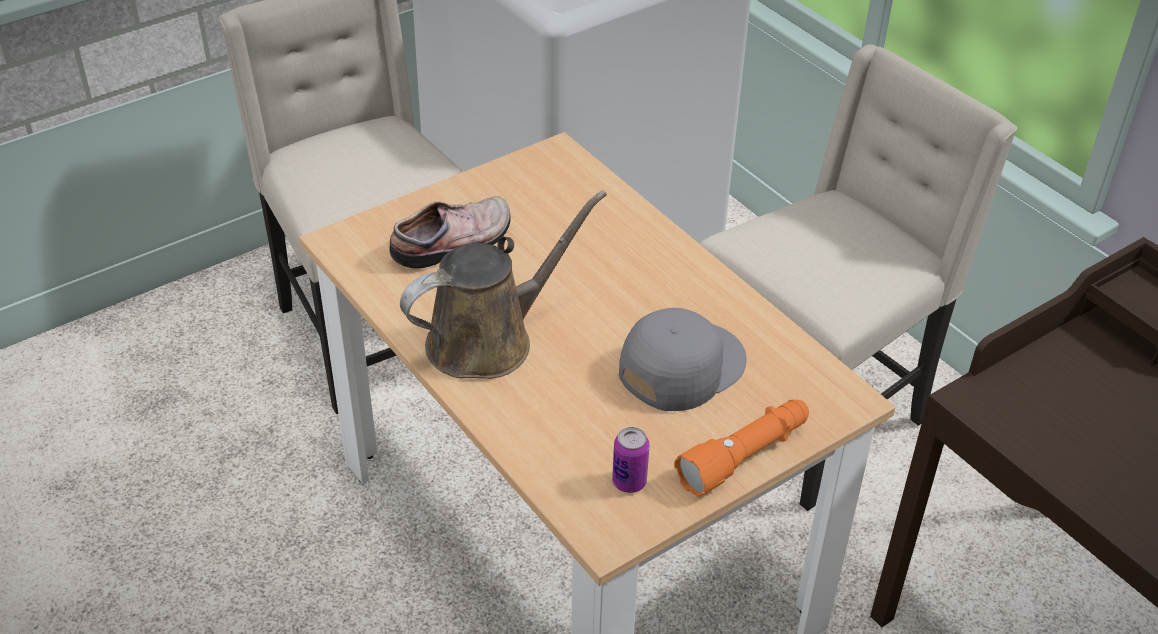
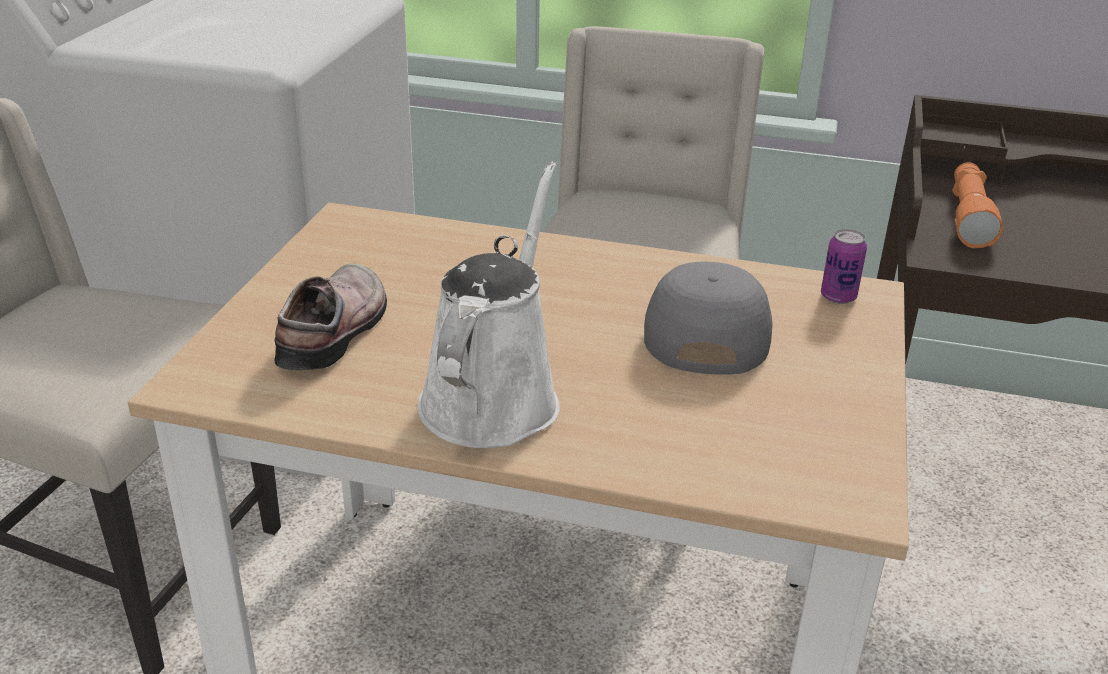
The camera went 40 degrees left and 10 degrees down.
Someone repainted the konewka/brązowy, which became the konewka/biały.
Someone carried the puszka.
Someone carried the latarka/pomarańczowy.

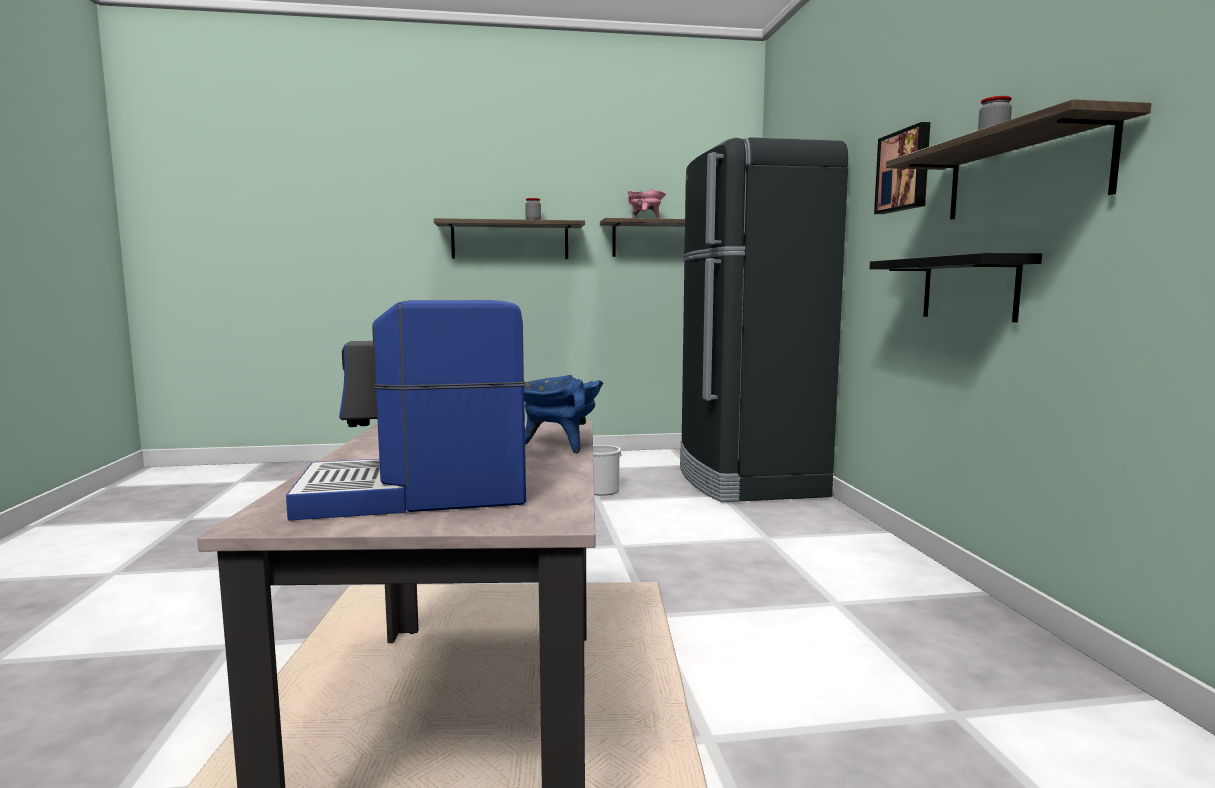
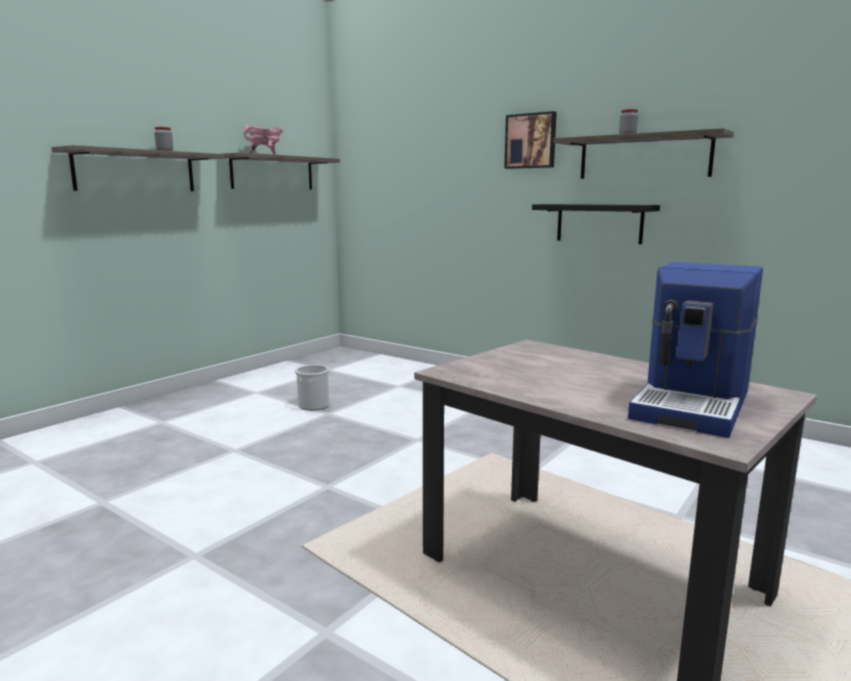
The camera went 45 degrees left and 5 degrees up.
Someone took away the garnek/niebieski.
Someone took away the lodówka/czarny.

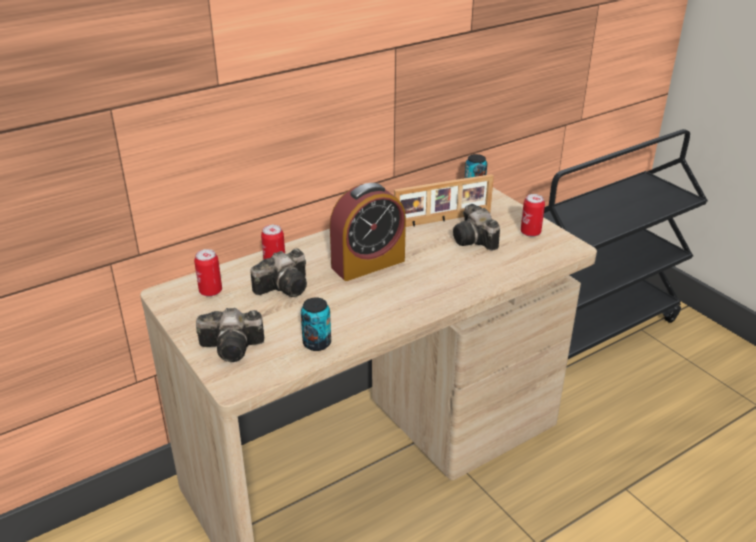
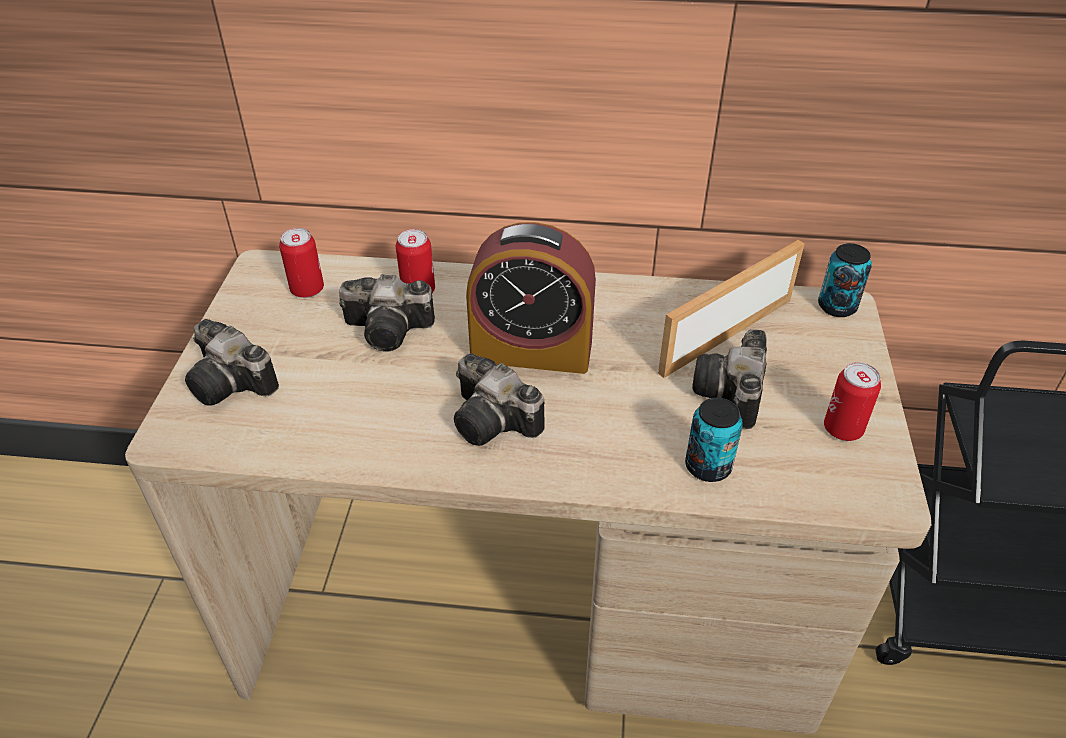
The camera went 40 degrees right and 10 degrees up.
Someone put down the aparat fotograficzny (3rd from left).
Someone rotated the ramka na zdjęcie by 120 degrees clockwise.
Someone carried the puszka (3rd from left).

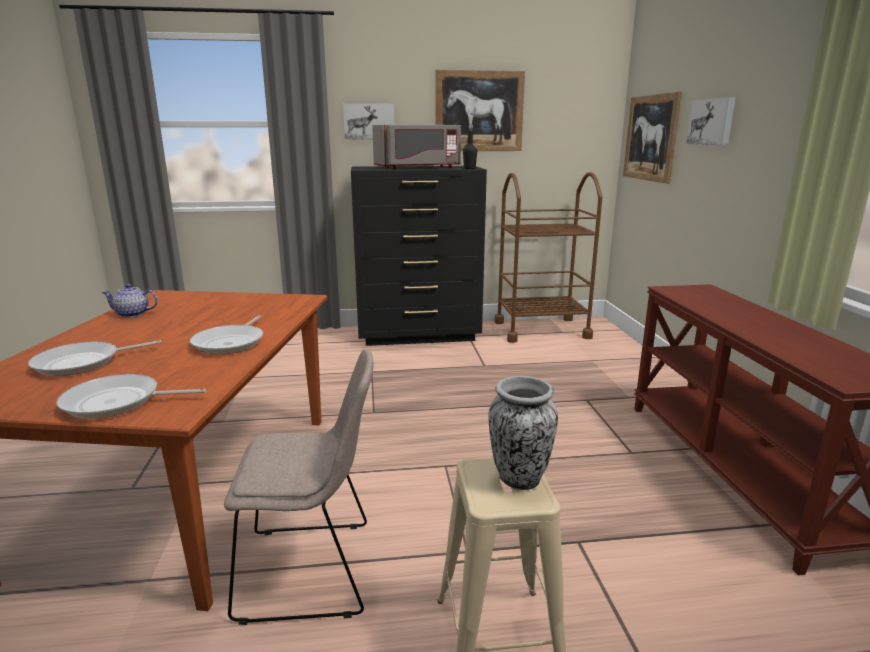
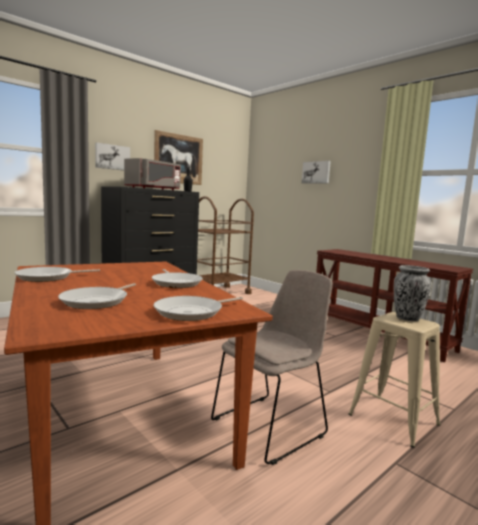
The camera went 35 degrees left and 10 degrees down.
Someone swapped the imbryk for the patelnia (1st from left).
Someone took away the obraz (3rd from left).

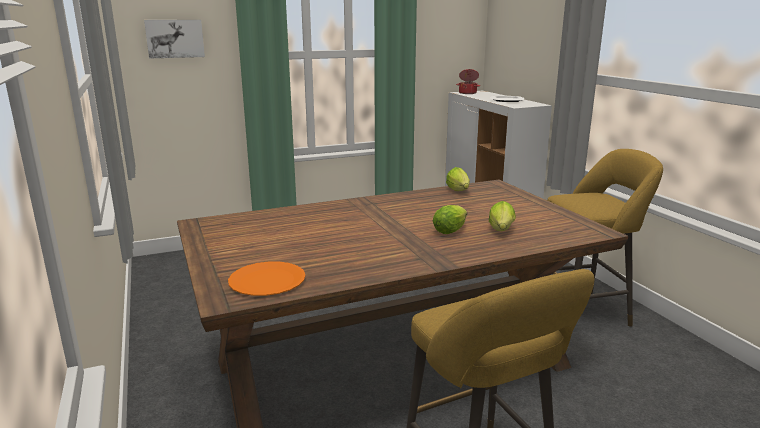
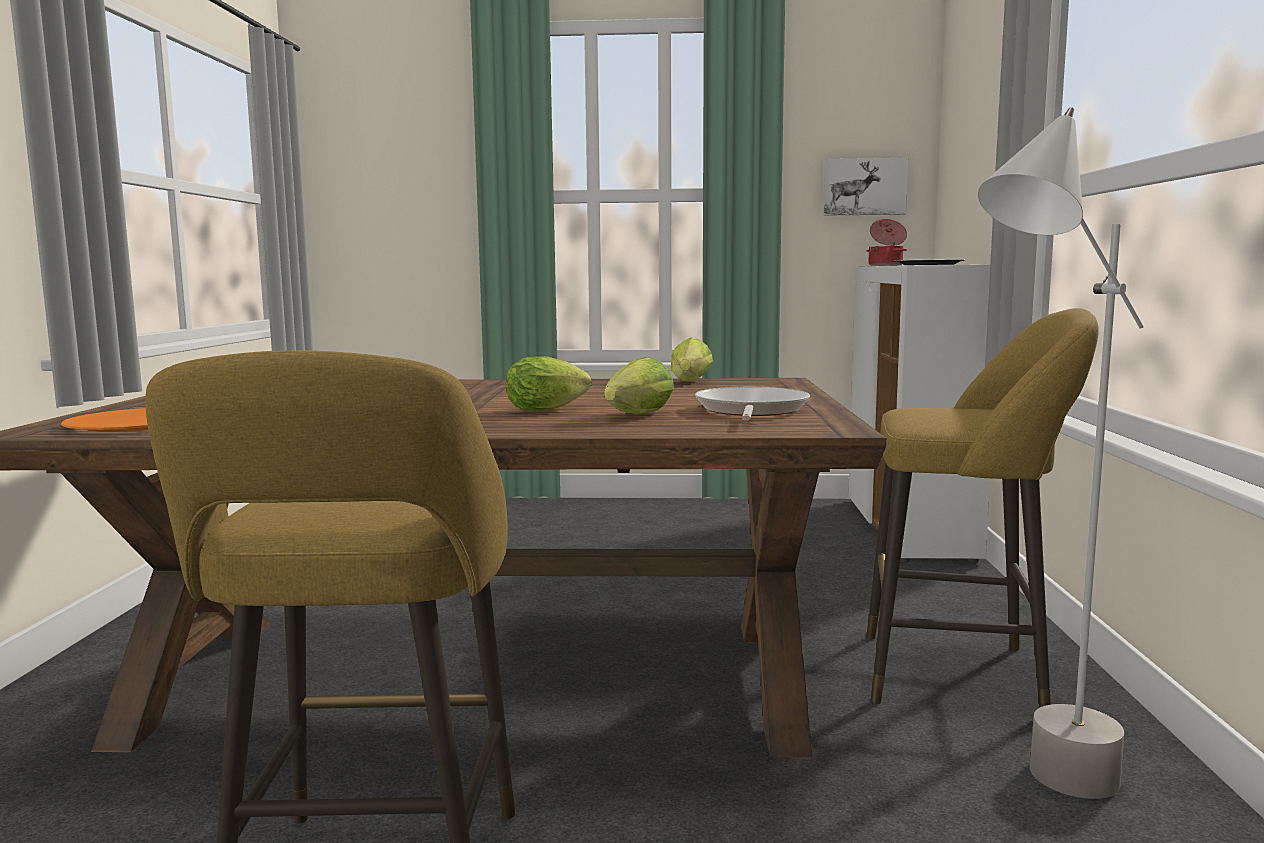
The camera went 25 degrees right and 10 degrees down.
Someone put down the patelnia.
Someone carried the obraz.
Someone put down the lampa stojąca/szary.

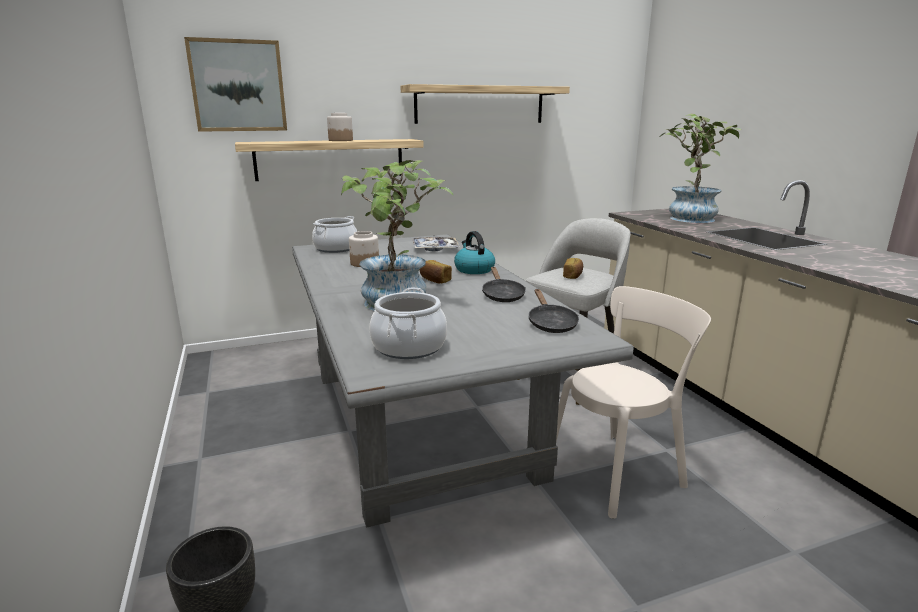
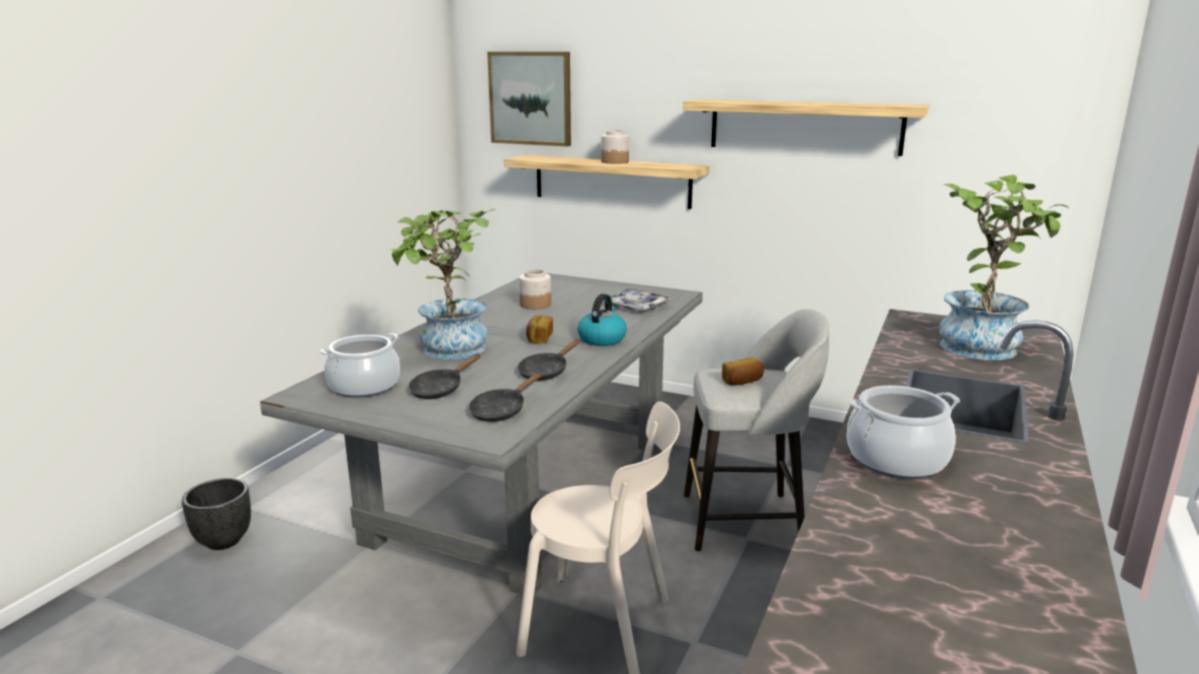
The camera went 45 degrees right and 0 degrees up.
Someone put down the patelnia/czarny (1st from left).
Someone carried the garnek (1st from left in the first image).

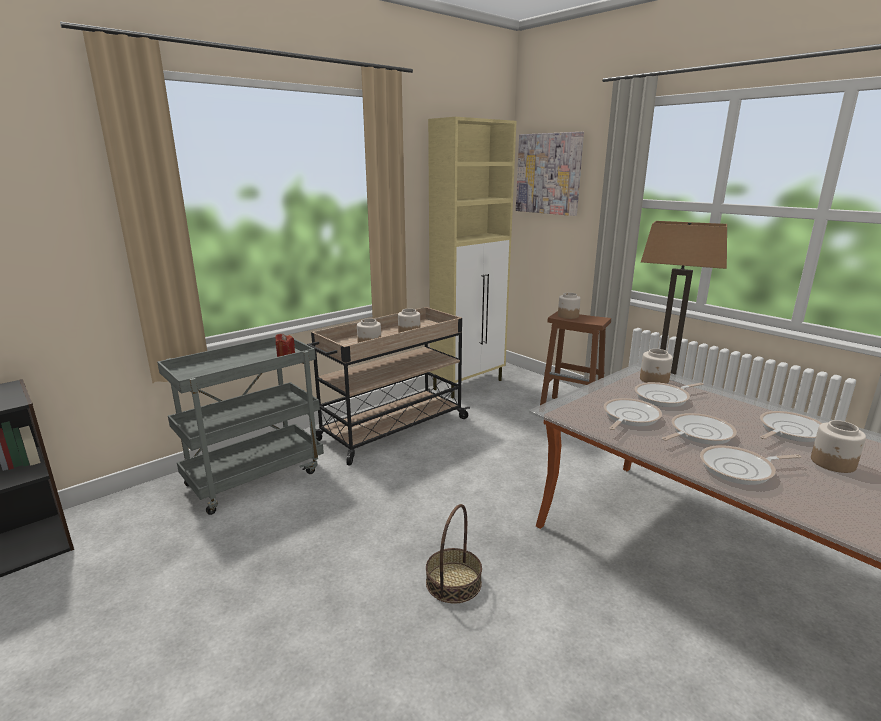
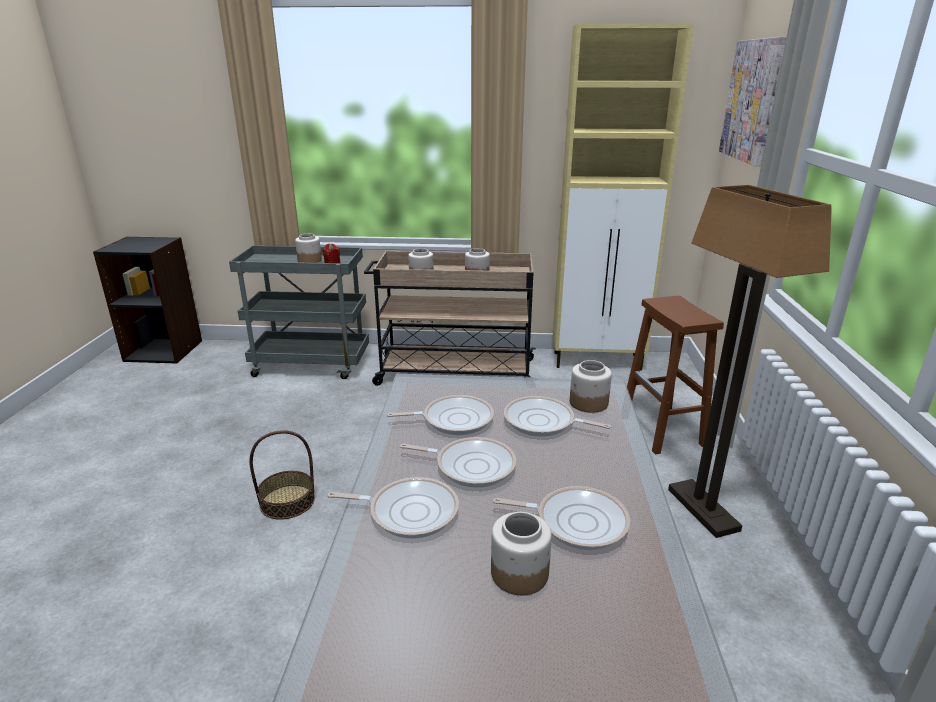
The camera went 45 degrees right and 5 degrees up.
Someone carried the słoik (3rd from left in the first image).
Someone rotated the patelnia (4th from left in the first image) by 150 degrees clockwise.

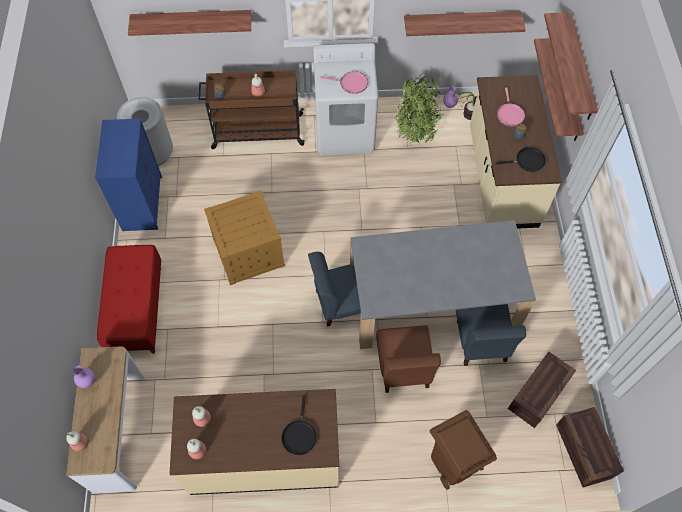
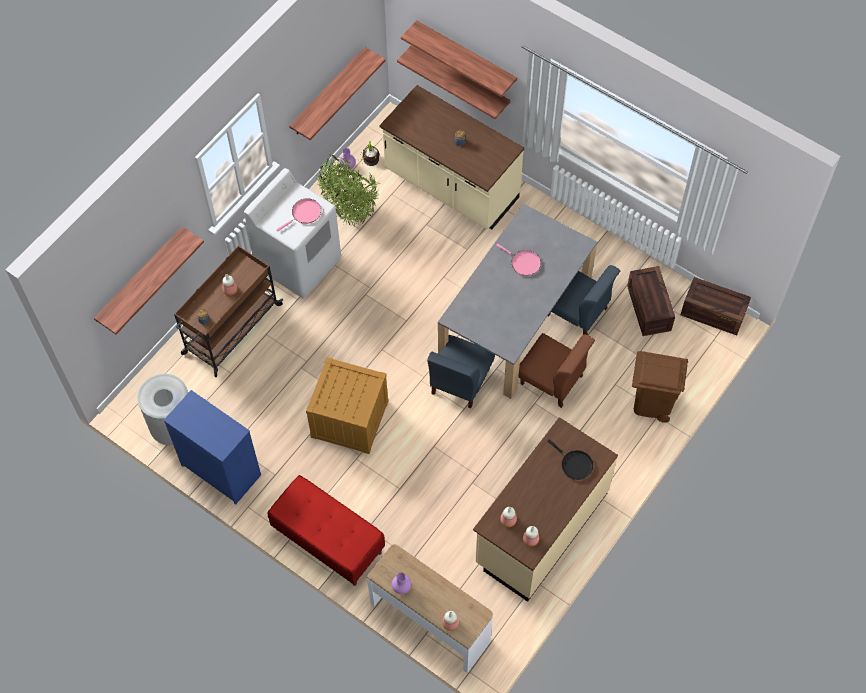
The camera went 50 degrees left and 0 degrees up.
Someone carried the patelnia/różowy (2nd from left).
Someone took away the patelnia/czarny (2nd from left).

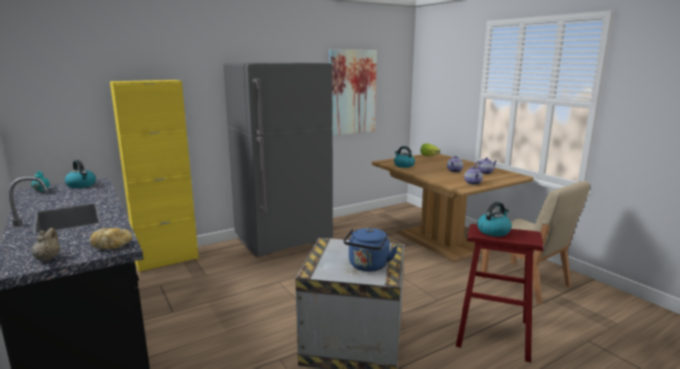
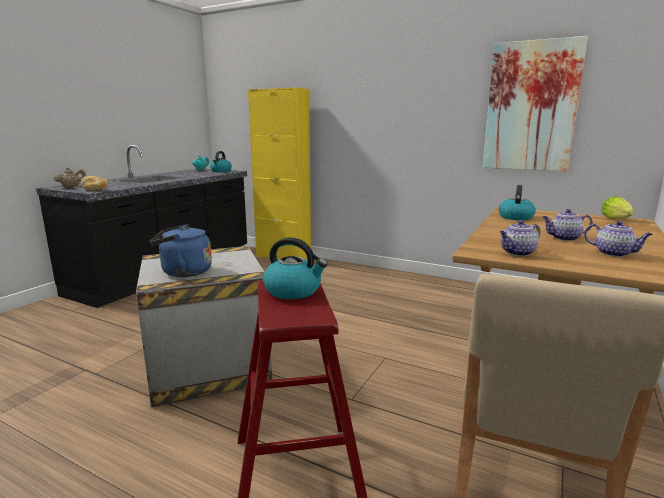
The camera went 60 degrees right and 0 degrees up.
Someone took away the lodówka/szary.

